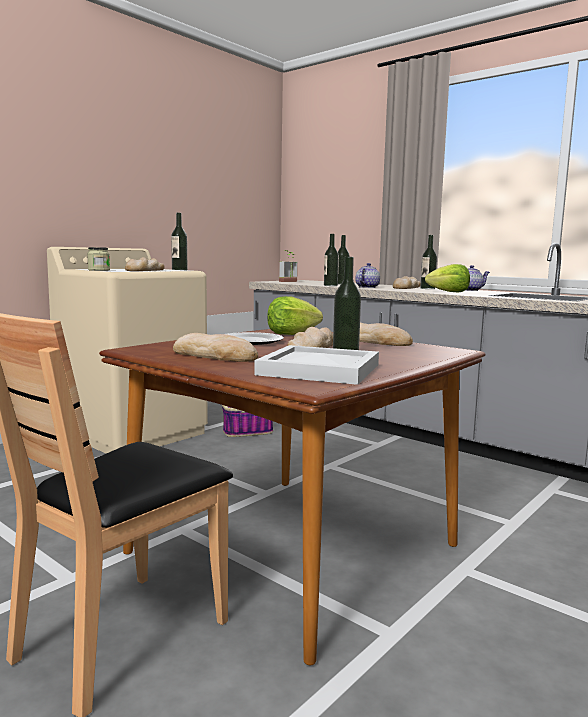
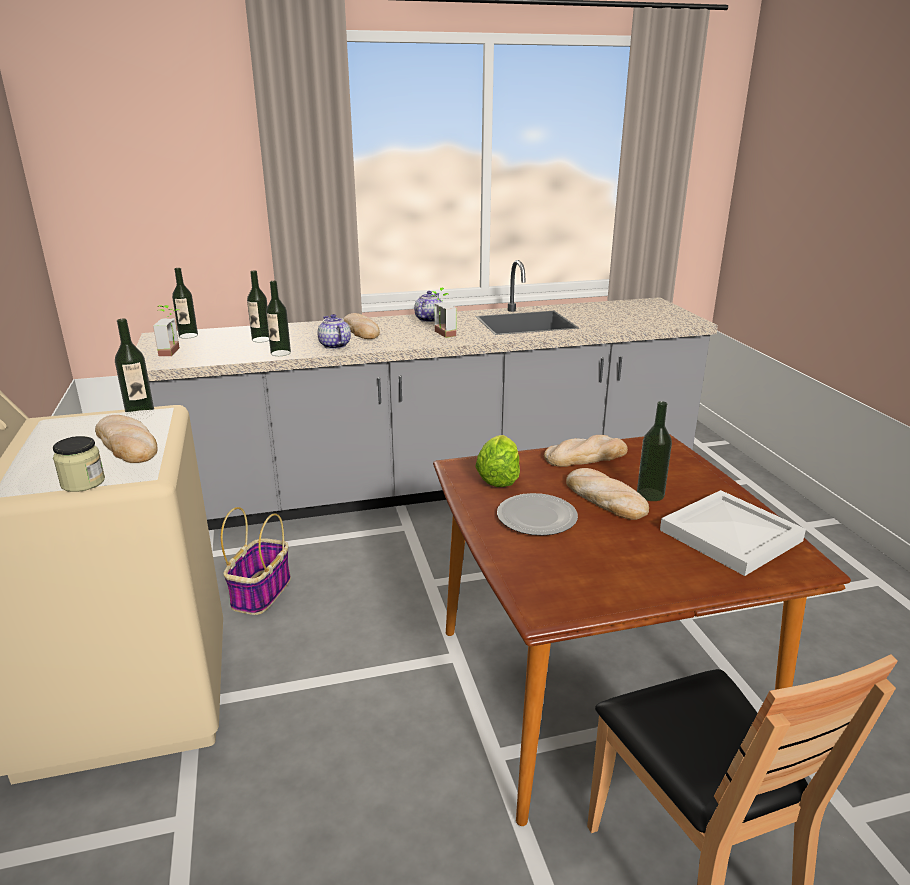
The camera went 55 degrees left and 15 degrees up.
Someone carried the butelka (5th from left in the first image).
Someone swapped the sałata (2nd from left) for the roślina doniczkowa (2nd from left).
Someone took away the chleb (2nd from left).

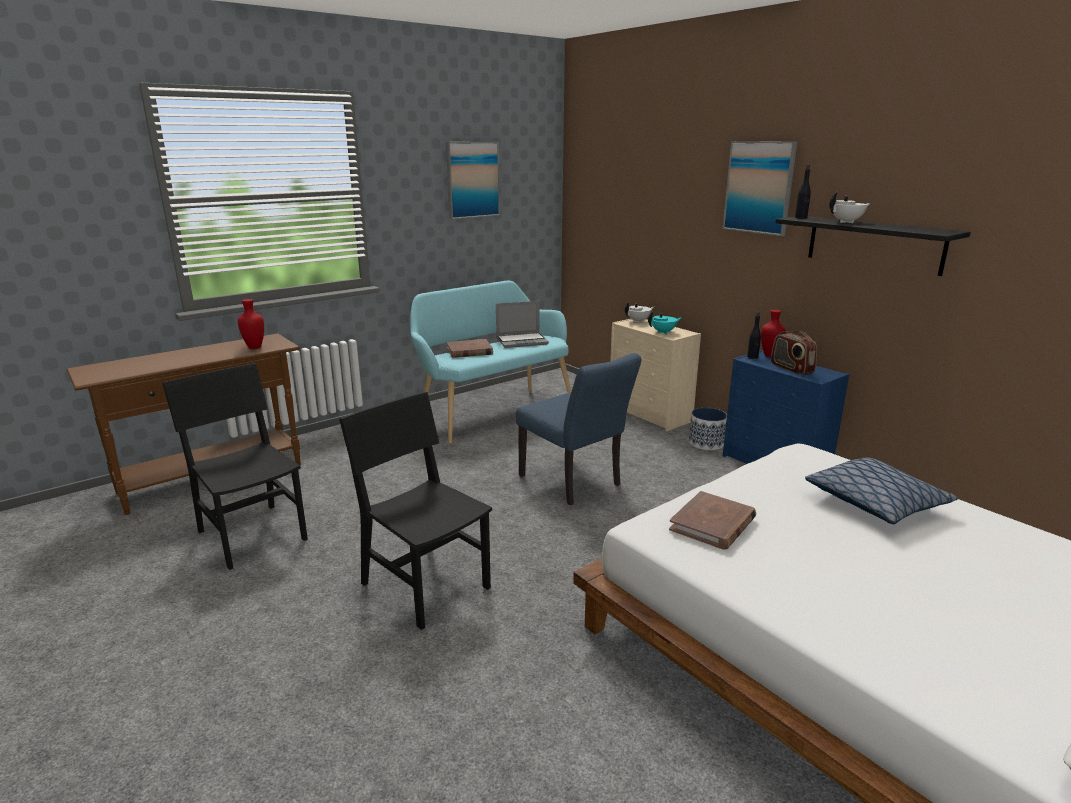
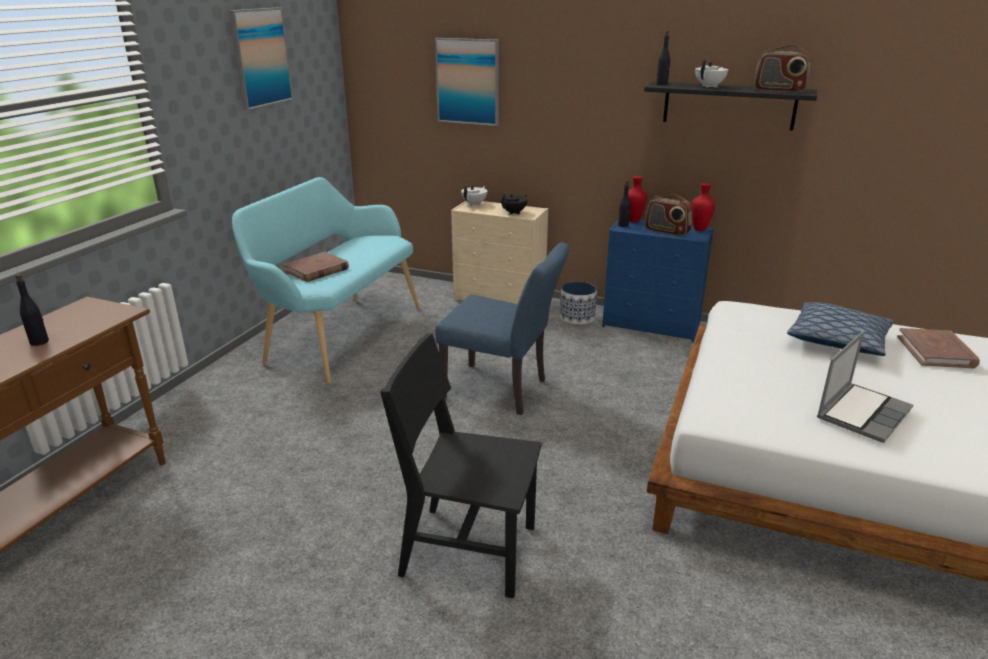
The camera went 30 degrees left and 5 degrees up.
Someone put down the butelka/czarny (1st from left).
Someone carried the obraz (2nd from left).
Someone repainted the imbryk/turkusowy, which became the imbryk/czarny.
Someone carried the wazon/czerwony (1st from left in the first image).
Someone put down the radio (2nd from left).
Someone carried the laptop.
Someone carried the książka/brązowy (2nd from left).
Someone took away the krzesło/czarny (1st from left).

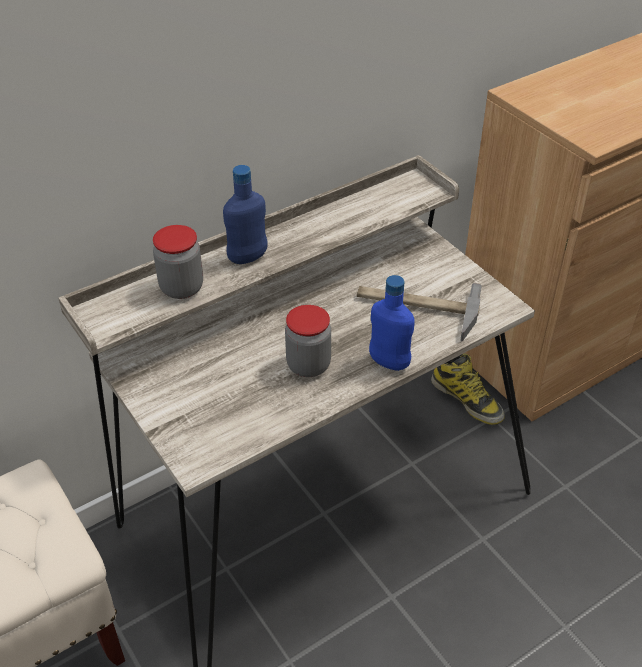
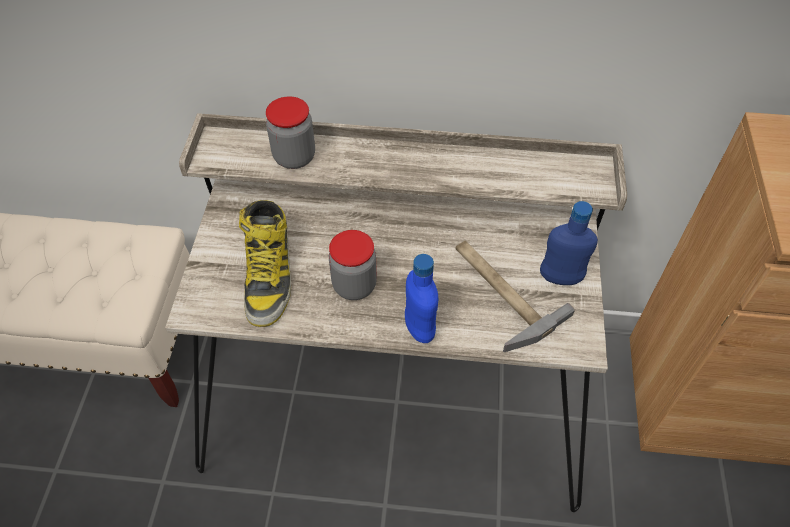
The camera went 40 degrees right and 10 degrees up.
Someone carried the but z cholewką.
Someone carried the butelka/niebieski (1st from left in the first image).

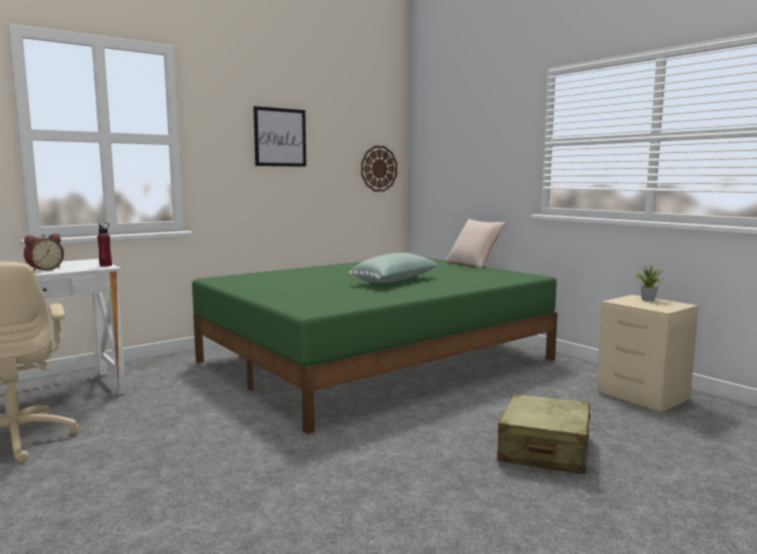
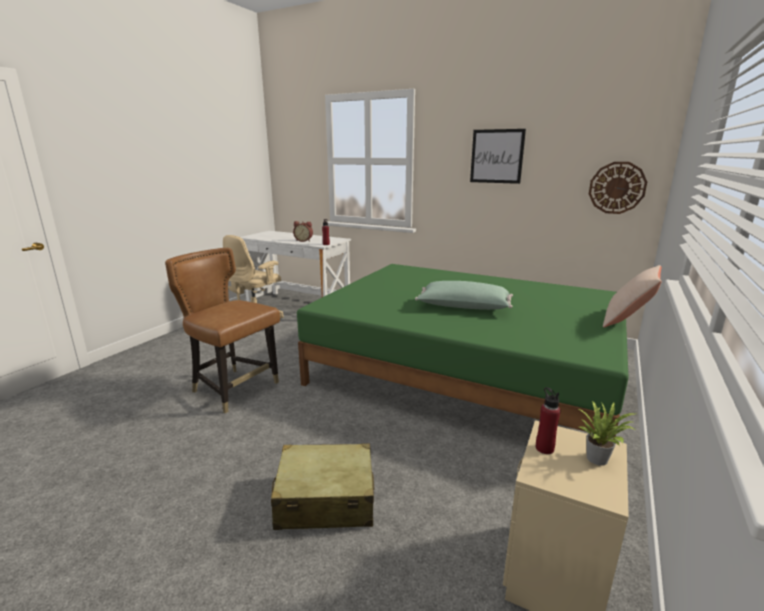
The camera went 65 degrees right and 10 degrees up.
Someone put down the krzesło/brązowy.
Someone put down the butelka/czerwony (2nd from left).

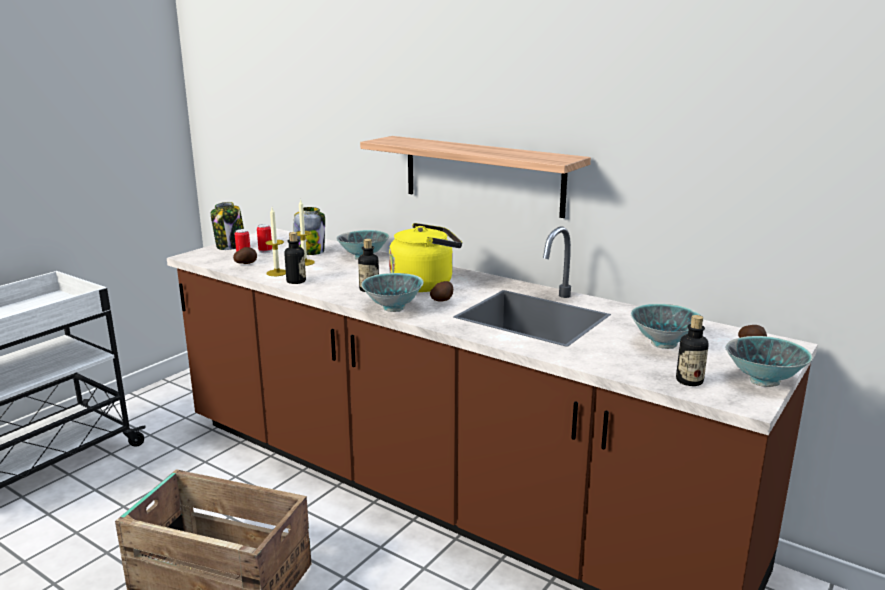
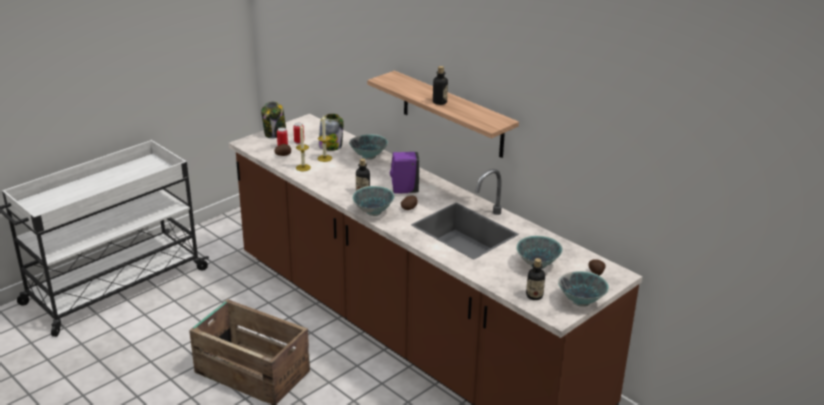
The camera went 10 degrees right and 10 degrees up.
Someone swapped the czajnik/żółty for the dozownik mydła/fioletowy.
Someone carried the butelka (1st from left in the first image).

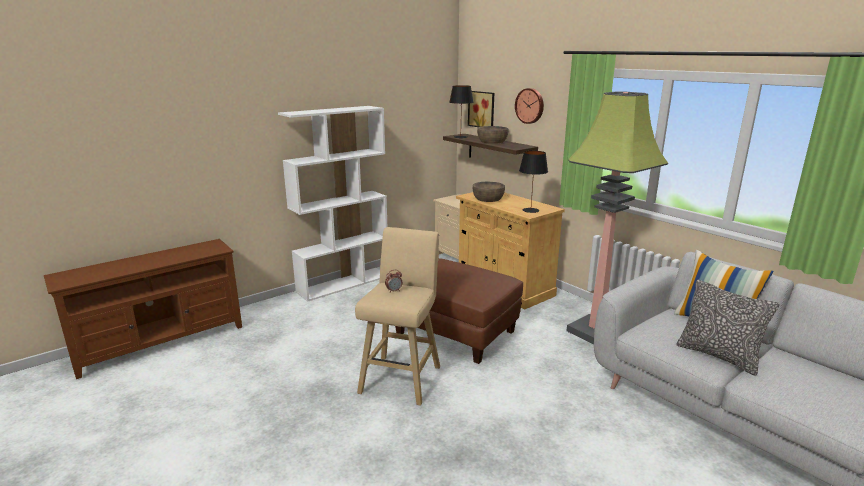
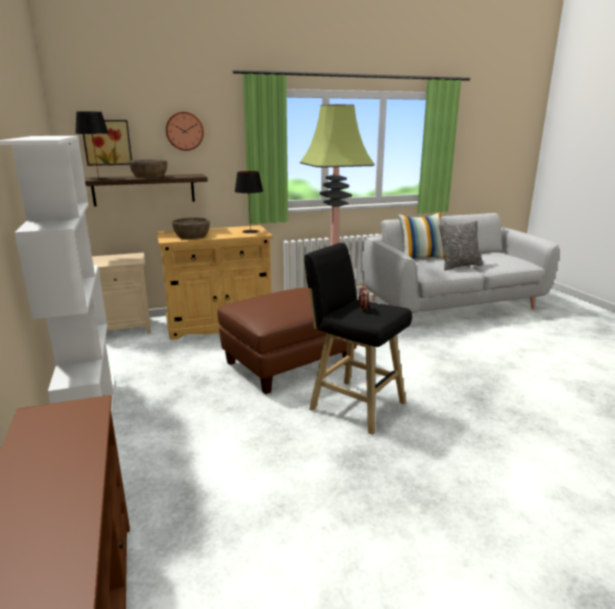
The camera went 70 degrees left and 0 degrees up.
Someone repainted the stołek/beżowy, which became the stołek/czarny.

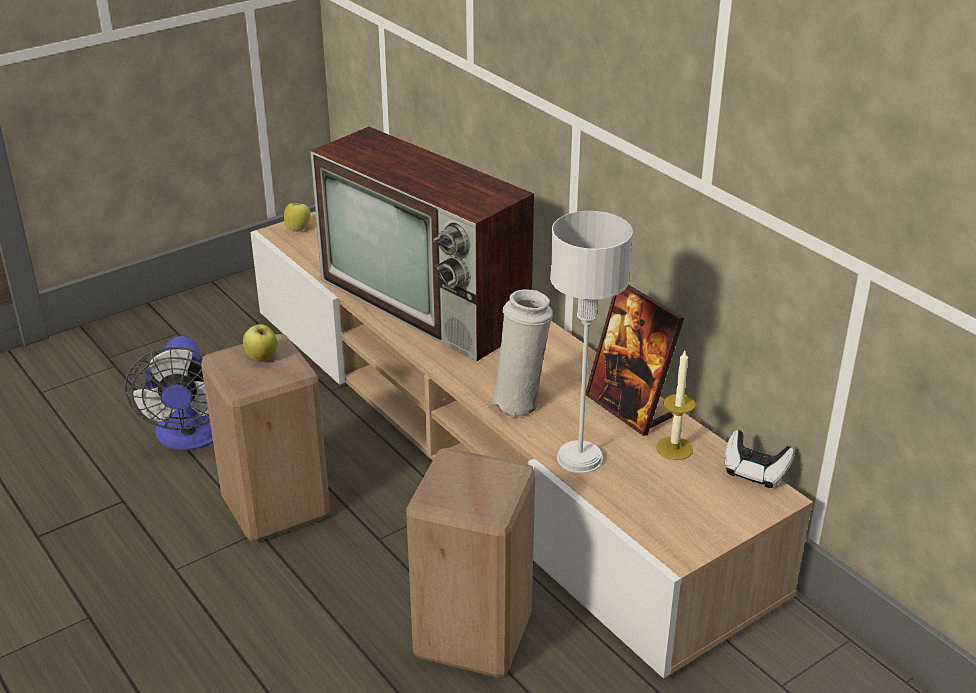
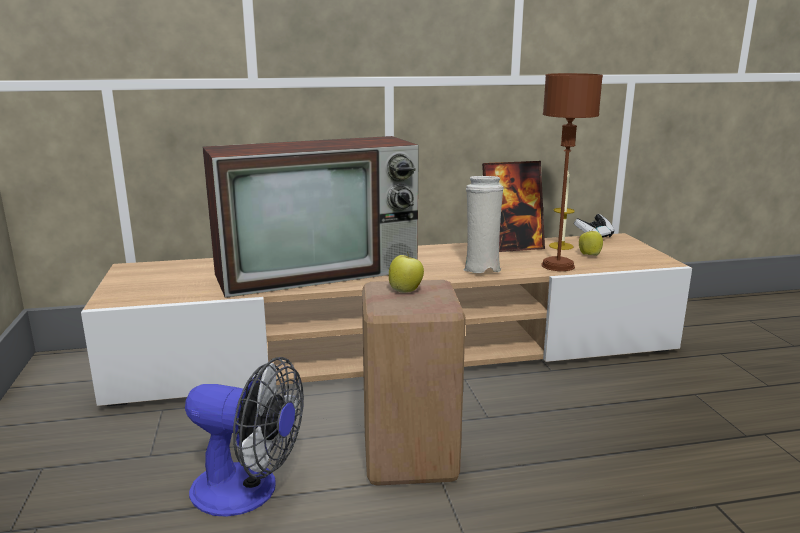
The camera went 65 degrees left and 15 degrees down.
Someone repainted the lampa stołowa/szary, which became the lampa stołowa/brązowy.
Someone carried the jabłko (2nd from left).
Someone took away the stołek/beżowy (2nd from left).

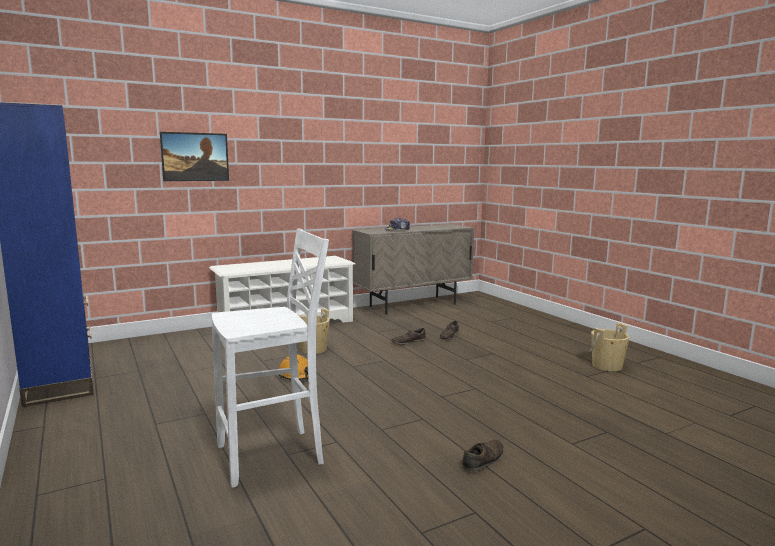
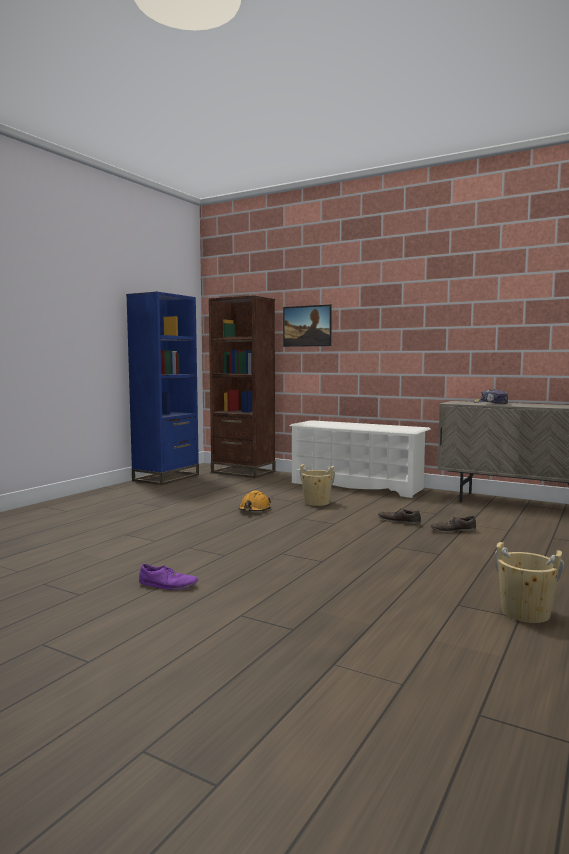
The camera went 60 degrees right and 5 degrees down.
Someone repainted the but/brązowy (3rd from left), which became the but/fioletowy.
Someone put down the regał/brązowy.
Someone took away the stołek/biały.

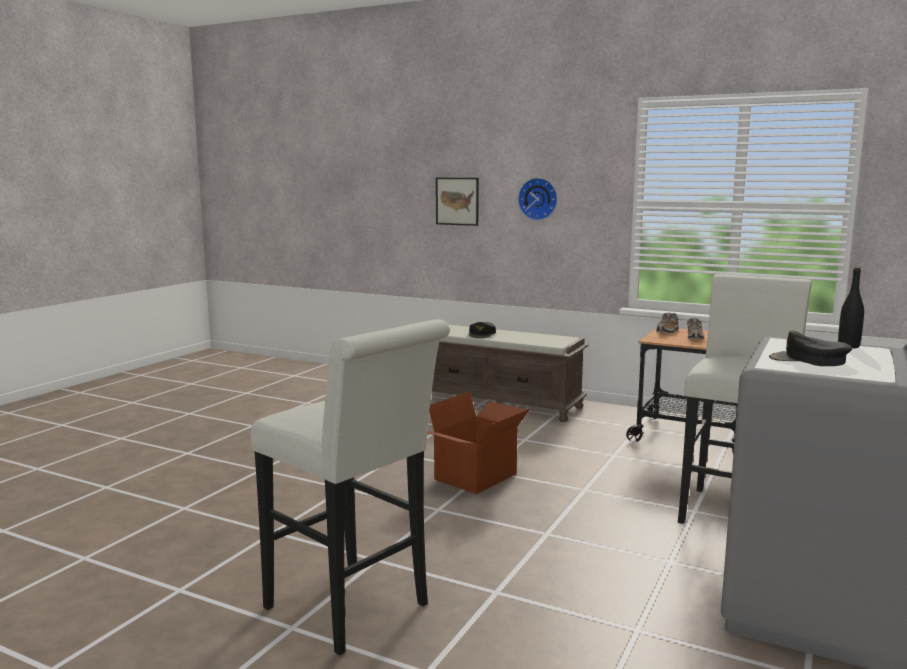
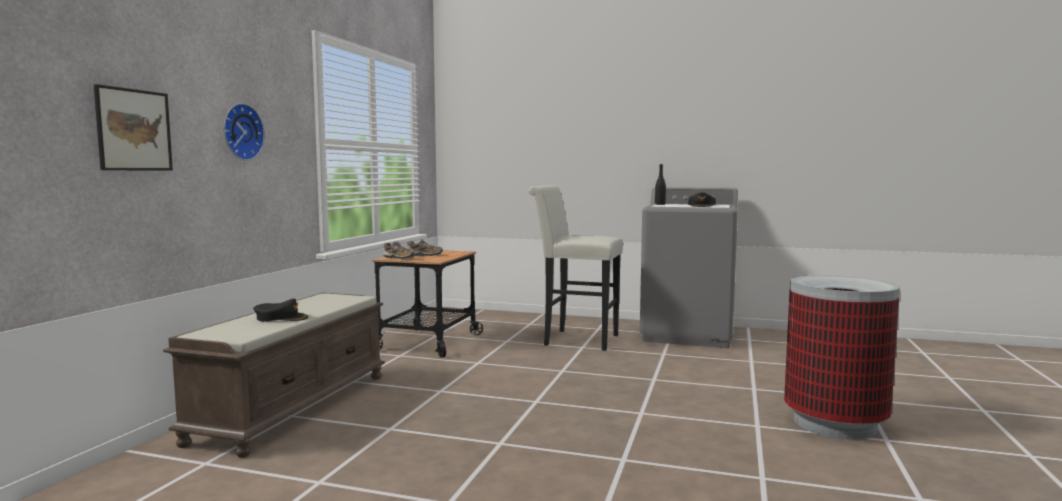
The camera went 100 degrees left and 5 degrees down.
Someone swapped the stołek/biały (1st from left) for the kosz na śmieci.
Someone took away the karton.

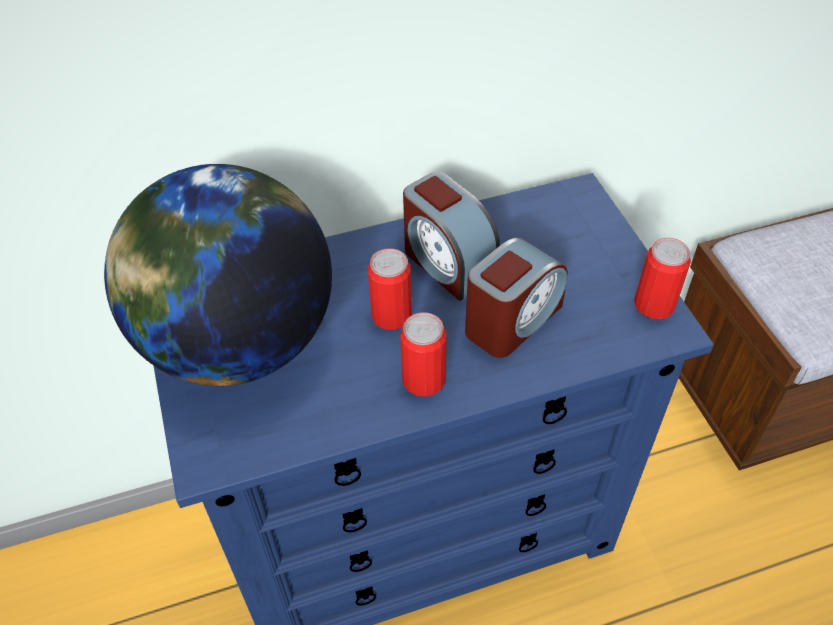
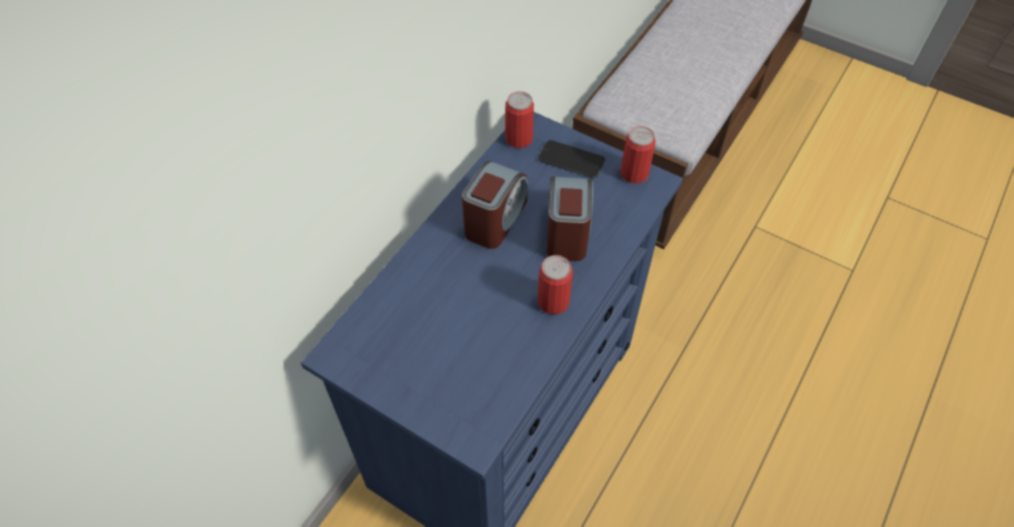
The camera went 40 degrees left and 5 degrees up.
Someone rotated the budzik (1st from left) by 75 degrees counterclockwise.
Someone carried the puszka (1st from left).
Someone put down the telefon.
Someone took away the globus.

